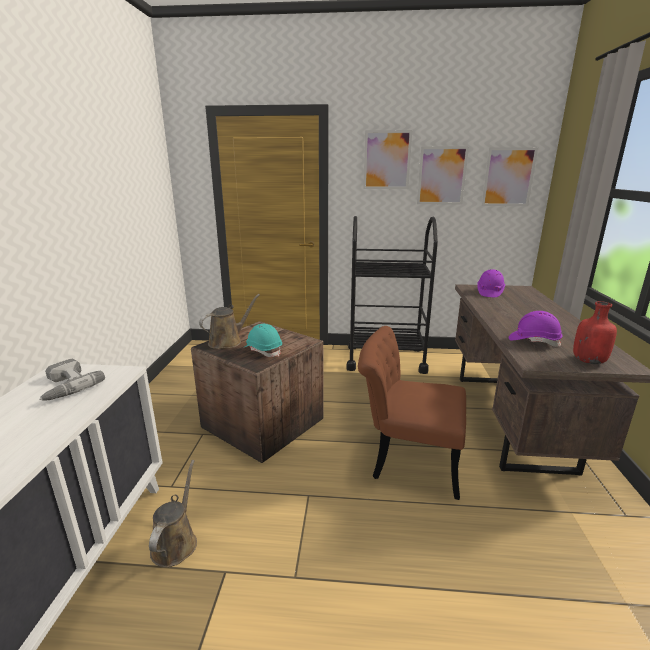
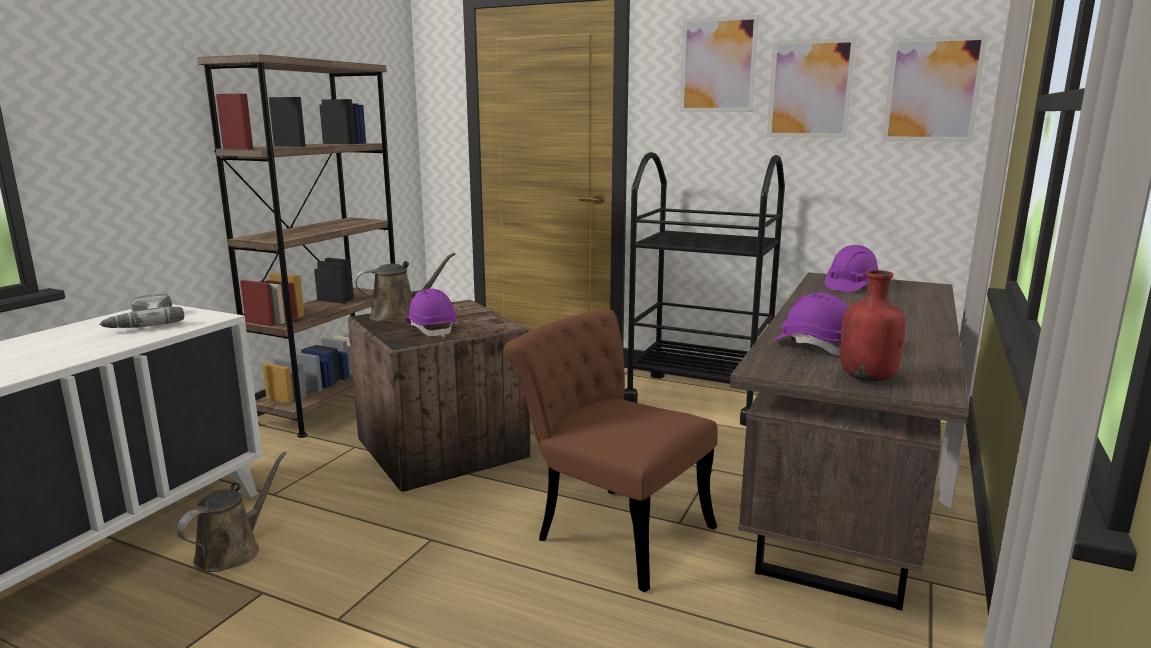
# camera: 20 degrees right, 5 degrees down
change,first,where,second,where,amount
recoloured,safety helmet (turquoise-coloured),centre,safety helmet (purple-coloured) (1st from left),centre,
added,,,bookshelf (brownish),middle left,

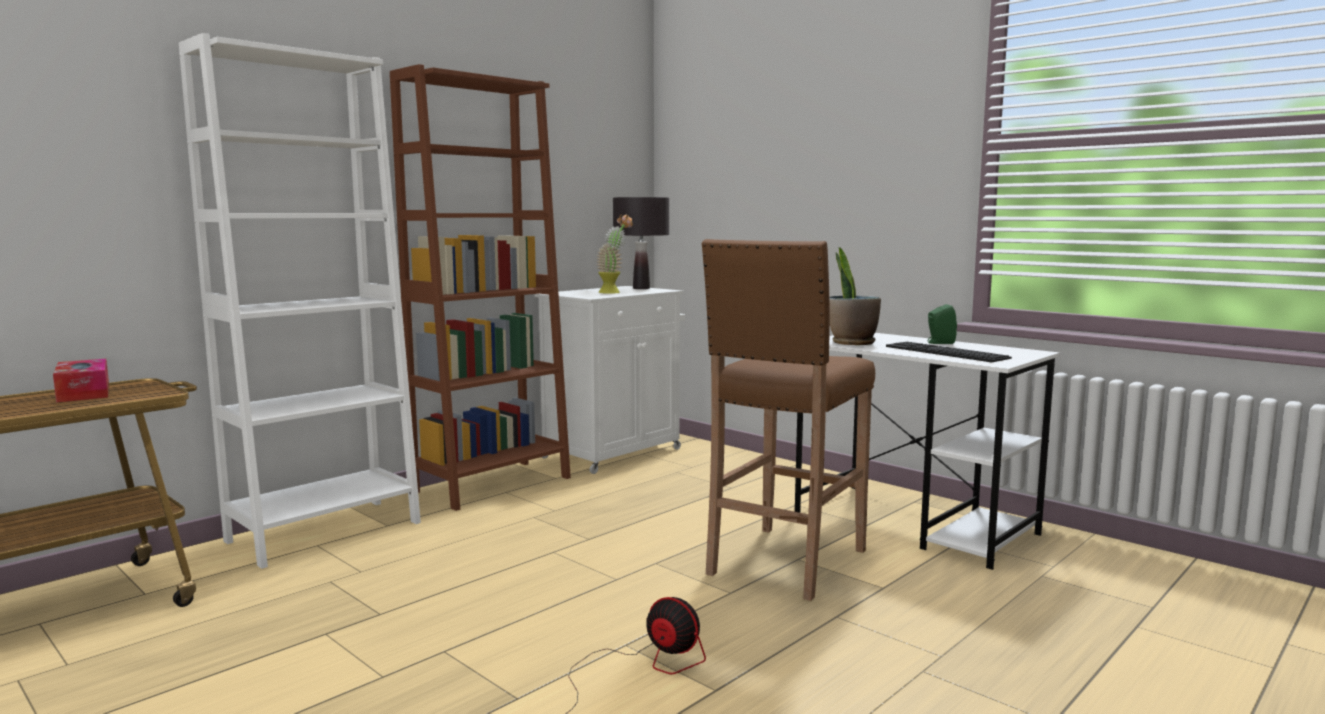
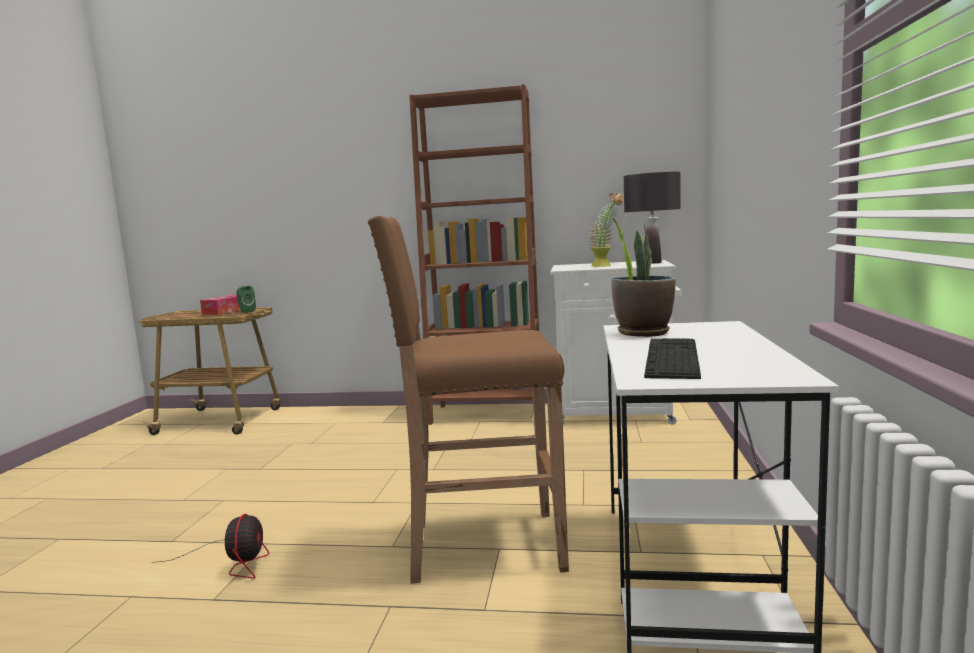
# camera: 55 degrees right, 0 degrees up
change,first,where,second,where,amount
removed,bookshelf (white-coloured),middle left,,,
moved,audio speaker (green),middle right,,middle left,

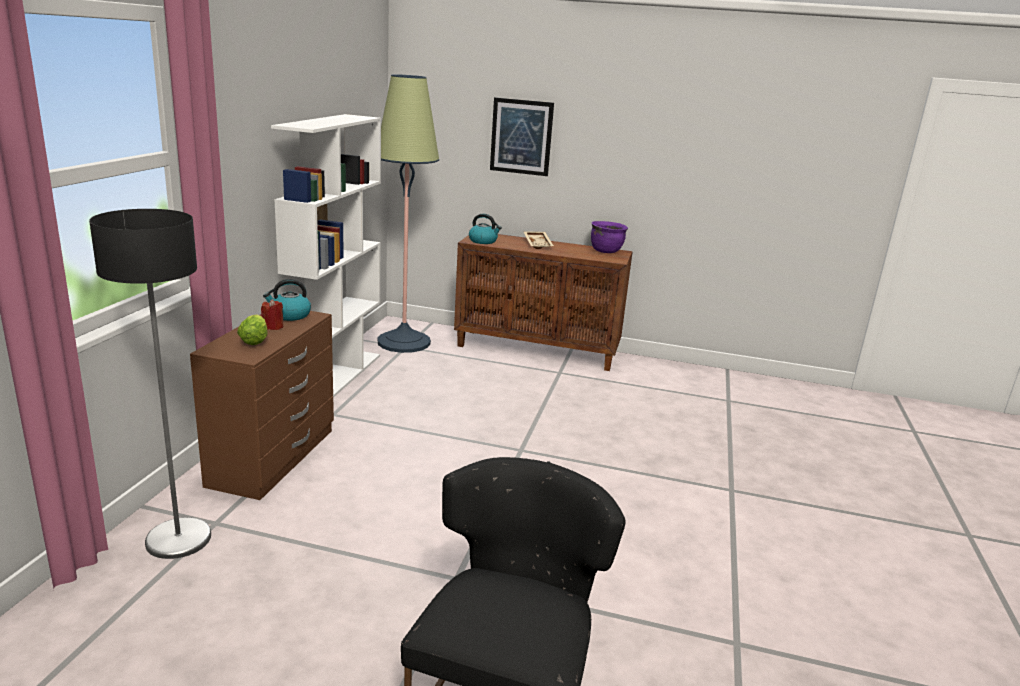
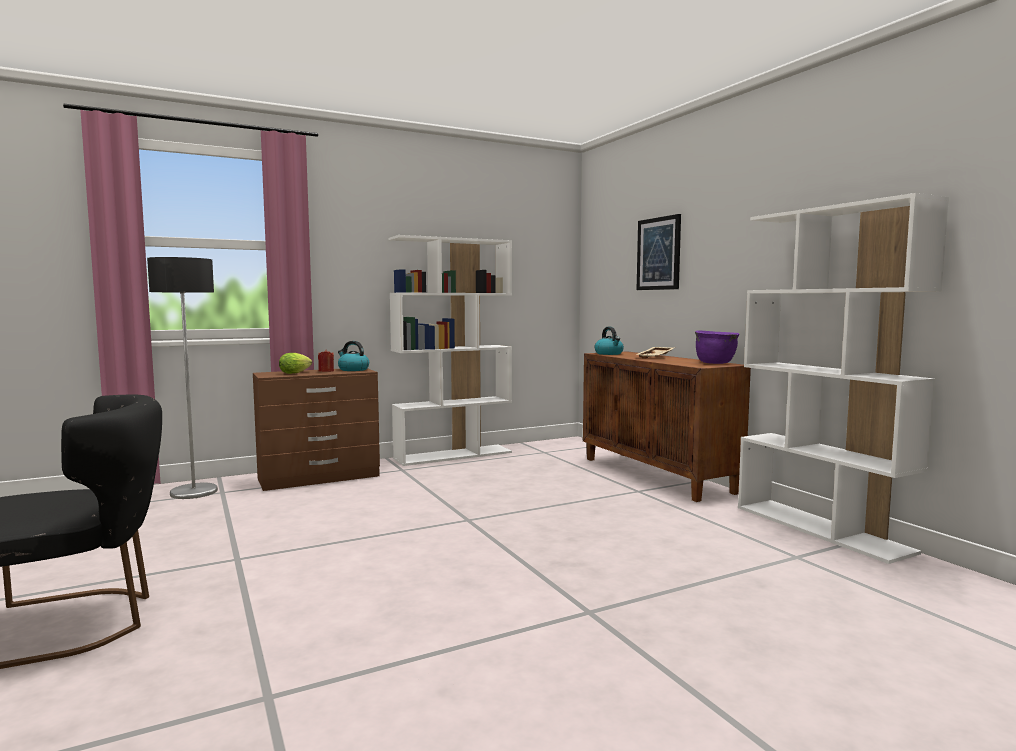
# camera: 50 degrees right, 15 degrees down
change,first,where,second,where,amount
removed,standard lamp (2nd from left),top centre,,,
added,,,bookshelf (white-coloured) (2nd from left),middle right,

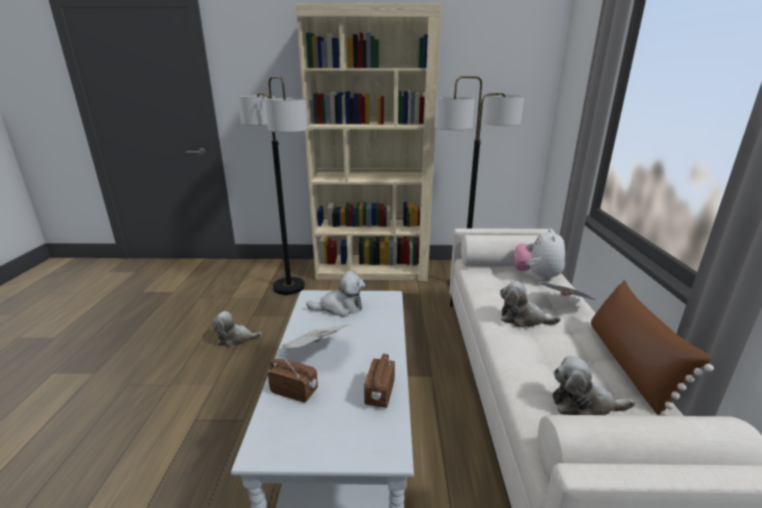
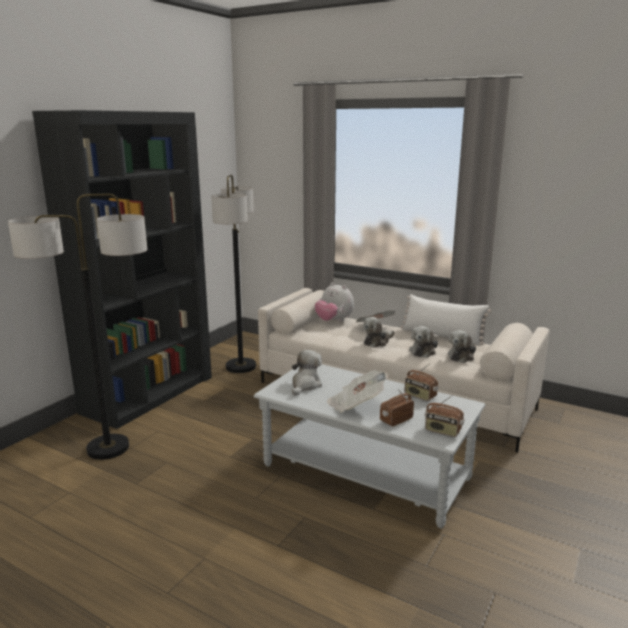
# camera: 60 degrees left, 5 degrees down
change,first,where,second,where,amount
moved,cuddly toy (1st from left in the first image),middle left,cuddly toy (4th from left),middle right,
recoloured,bookshelf (sand-coloured),top centre,bookshelf (black),middle left,
recoloured,cushion (brownish),bottom right,cushion (white-coloured),middle right,
added,,,radio (3rd from left),middle right,

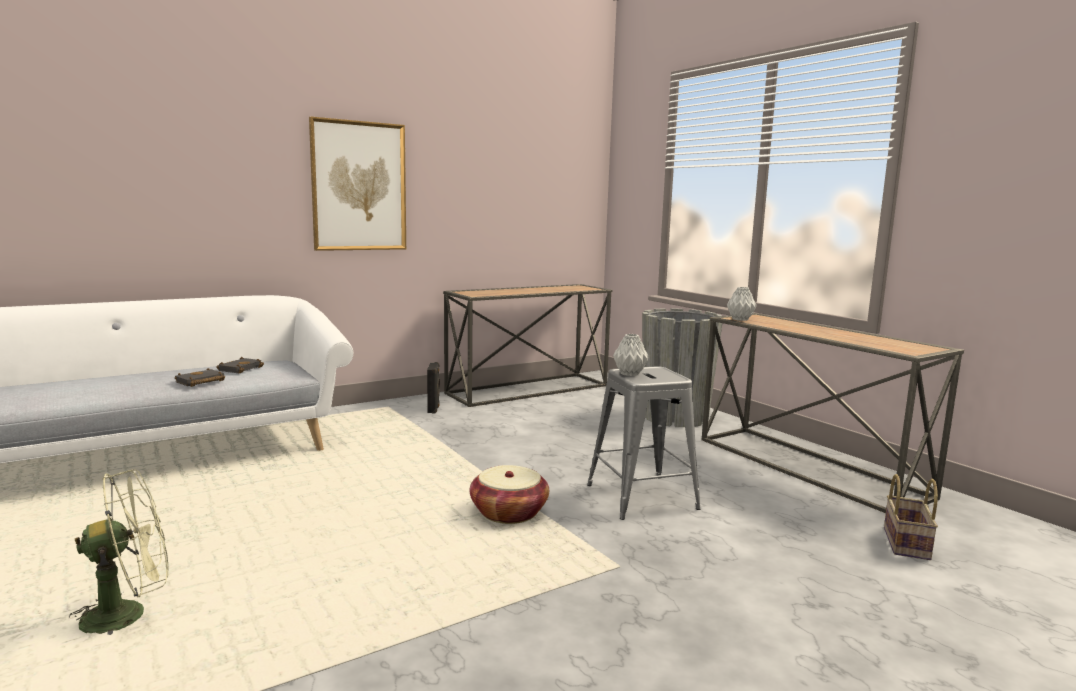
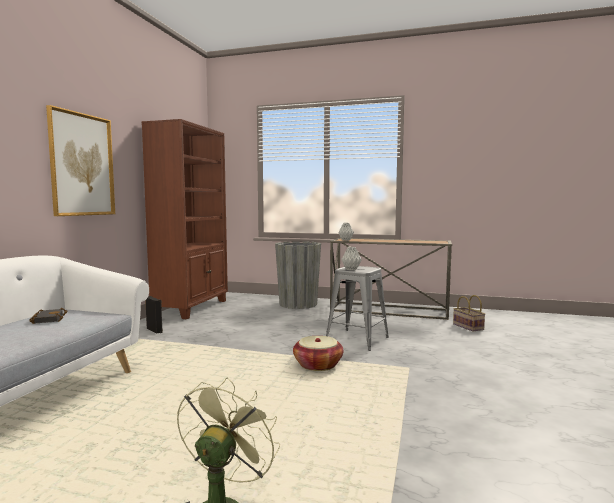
# camera: 40 degrees left, 5 degrees down
change,first,where,second,where,amount
removed,volume (black) (1st from left),middle left,,,
replaced,console table (1st from left),centre,bookshelf (brownish),middle left,

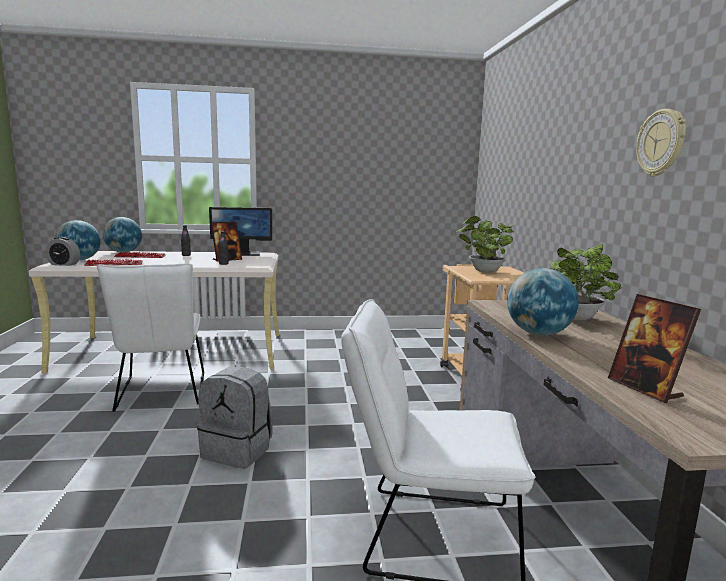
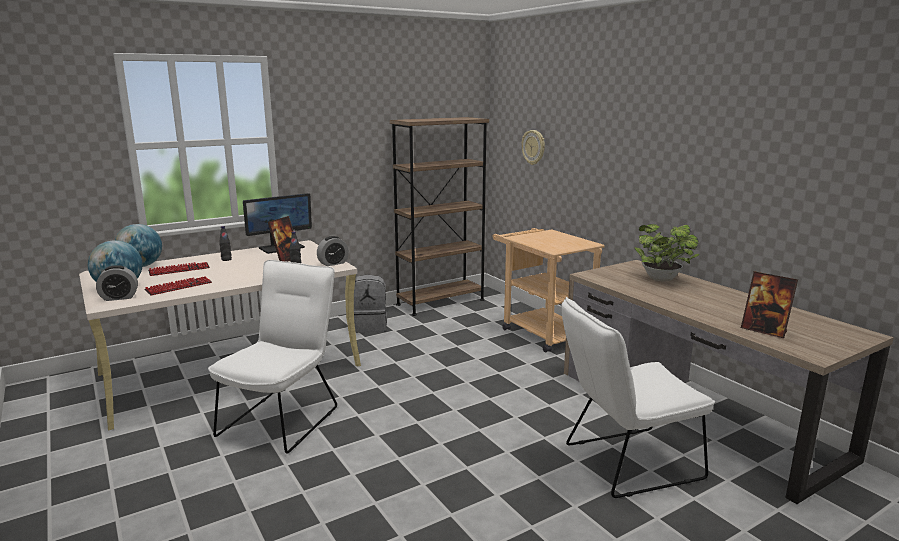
# camera: 25 degrees left, 5 degrees up
change,first,where,second,where,amount
turned,plain chair (white-coloured) (1st from left),middle left,,middle left,120 degrees counterclockwise
moved,backpack (gray),bottom left,,centre,
removed,plant in a pot (1st from left),middle right,,,
removed,desk globe (3rd from left),middle right,,,
moved,hanging clock,top right,,top centre,
added,,,bedside clock (2nd from left),centre,
added,,,bookshelf (brownish),centre,

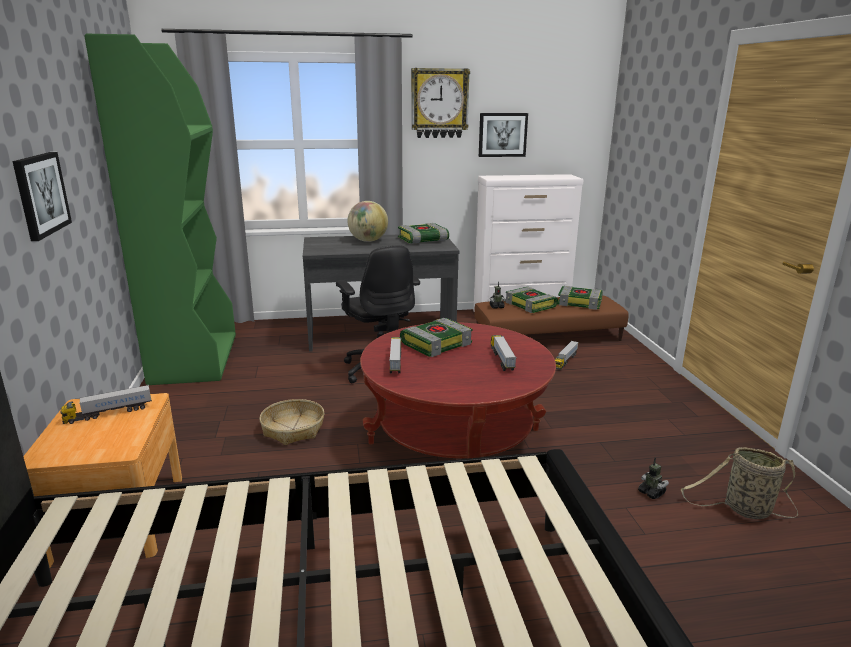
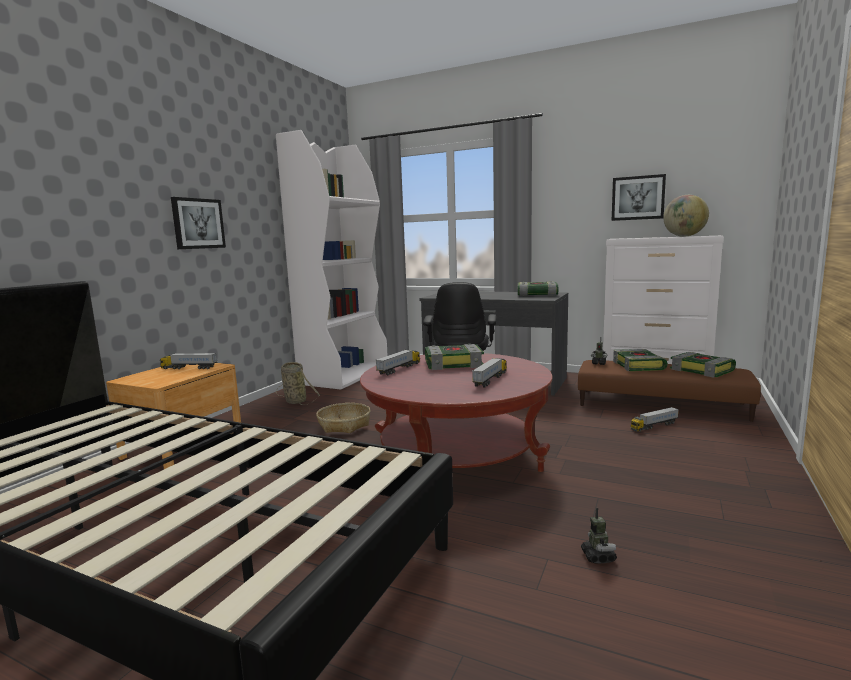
# camera: 35 degrees right, 10 degrees down
change,first,where,second,where,amount
recoloured,bookshelf (green),top left,bookshelf (white-coloured),centre,
moved,desk globe,centre,,top right,
removed,hanging clock,top centre,,,
moved,basket (2nd from left in the first image),bottom right,basket (1st from left),centre,

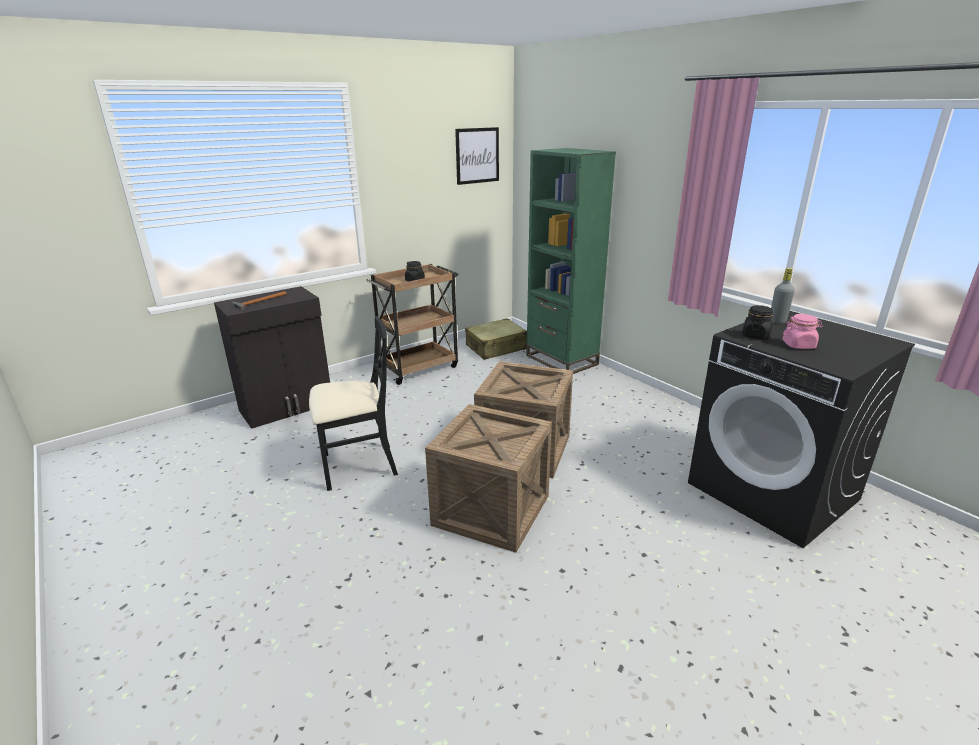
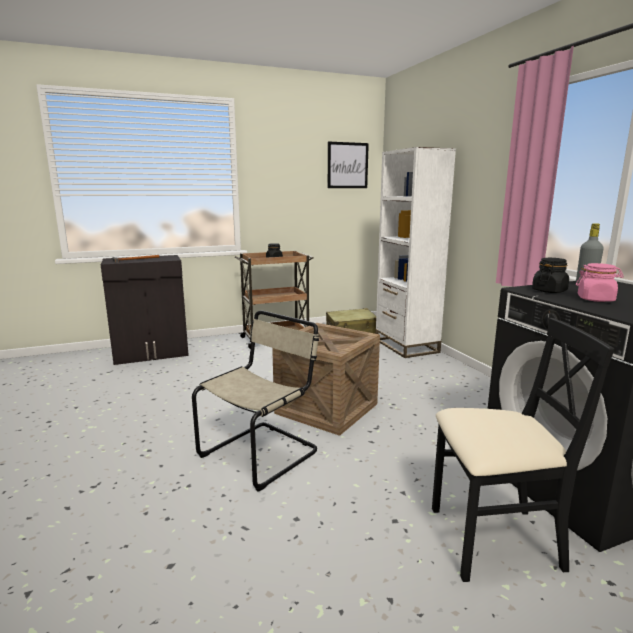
# camera: 15 degrees right, 10 degrees down
change,first,where,second,where,amount
moved,plain chair (black),centre,,bottom right,
replaced,packing crate (1st from left),centre,plain chair (sand-coloured),centre,
recoloured,bookshelf (green),centre,bookshelf (white-coloured),centre,

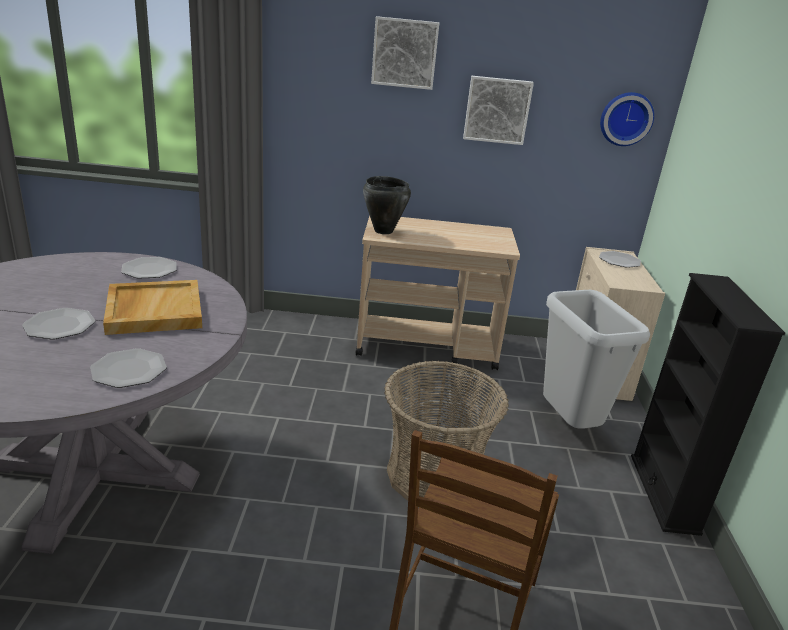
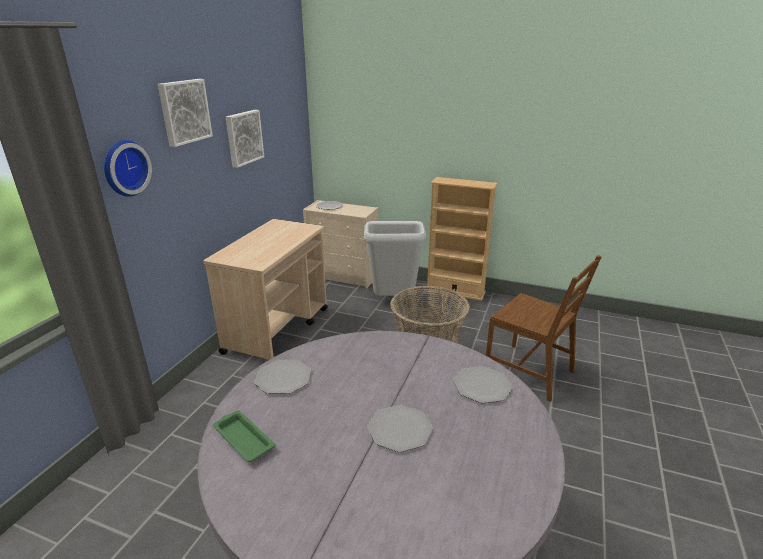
# camera: 70 degrees left, 0 degrees up
change,first,where,second,where,amount
removed,tray (sand-coloured),middle left,,,
removed,cooking pot (black),top centre,,,
moved,hanging clock,top right,,top left,
recoloured,bookshelf (black),middle right,bookshelf (sand-coloured),centre,
added,,,tray (green),bottom left,

